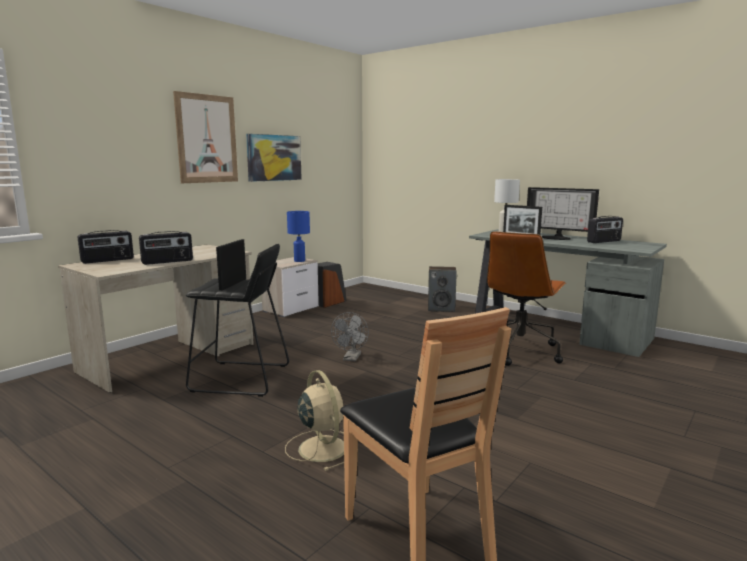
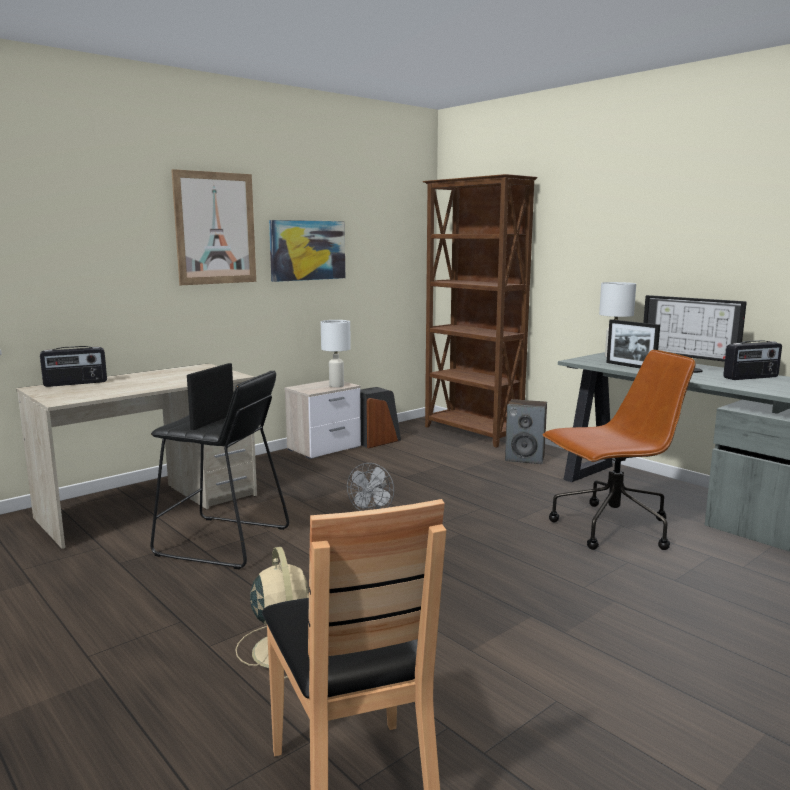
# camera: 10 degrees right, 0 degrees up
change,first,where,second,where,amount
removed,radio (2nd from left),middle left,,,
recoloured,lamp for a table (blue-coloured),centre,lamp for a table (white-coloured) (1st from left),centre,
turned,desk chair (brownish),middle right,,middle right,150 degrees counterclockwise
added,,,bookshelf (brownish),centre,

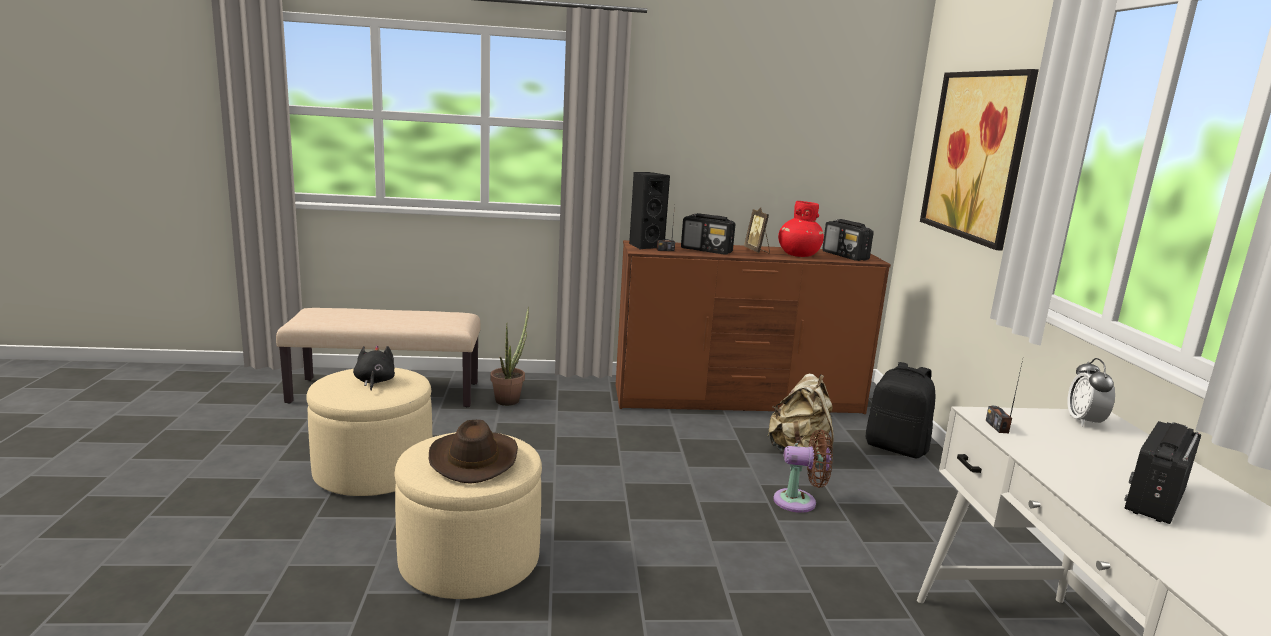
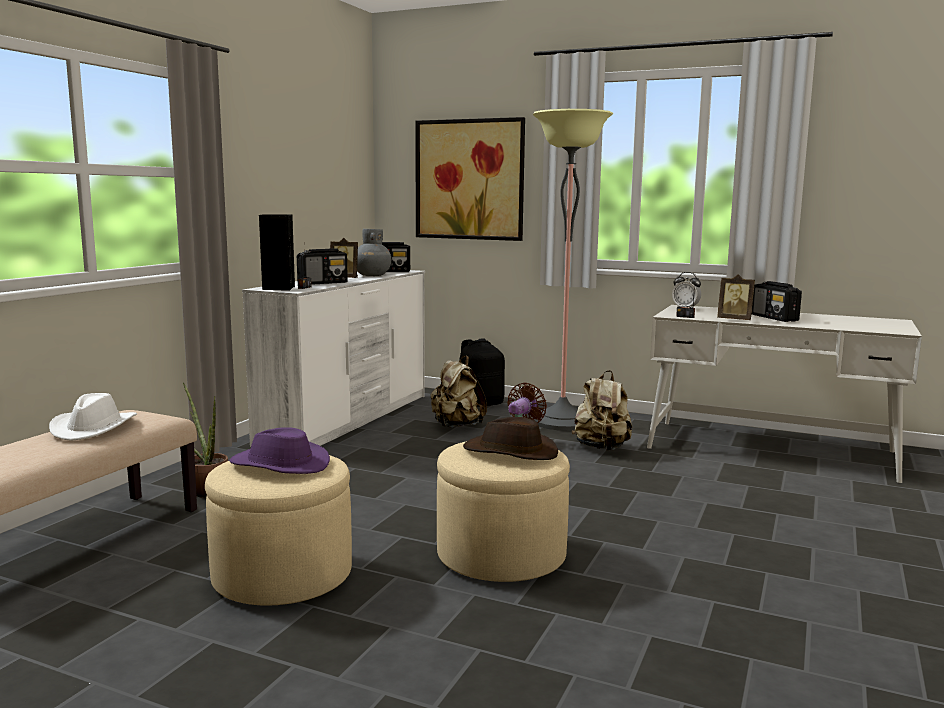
# camera: 60 degrees left, 5 degrees down
change,first,where,second,where,amount
replaced,cuddly toy (black),middle left,clothing hat (purple-coloured),middle left,
recoloured,chest of drawers (brownish),centre,chest of drawers (white-coloured),centre,
recoloured,vase (reddish),centre,vase (gray),centre,
added,,,clothing hat (white-coloured),middle left,
added,,,standard lamp,centre,
added,,,backpack (sand-coloured) (2nd from left),centre,
added,,,photo frame (2nd from left),middle right,

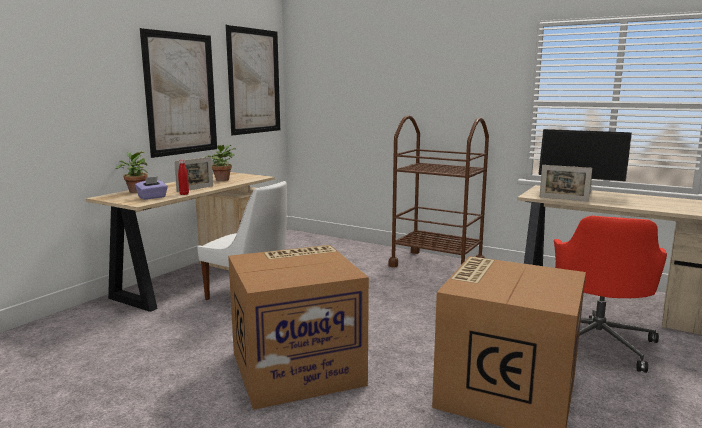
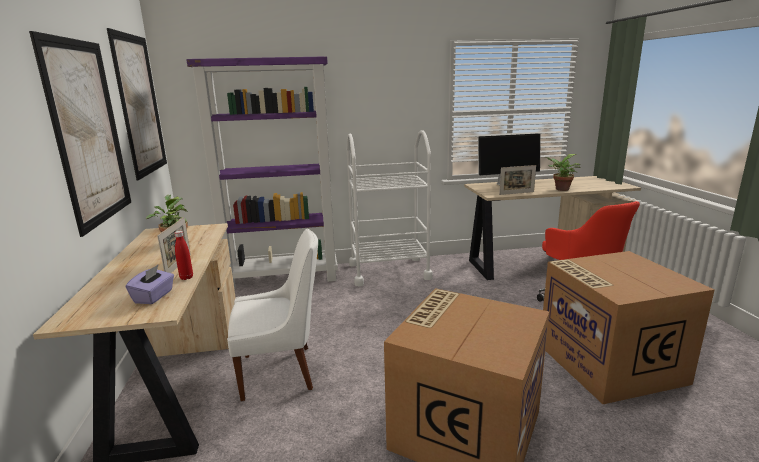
# camera: 40 degrees left, 5 degrees up
change,first,where,second,where,amount
moved,plant in a pot (1st from left in the first image),middle left,plant in a pot (2nd from left),middle right,
recoloured,cart (brownish),centre,cart (white-coloured),centre,
added,,,bookshelf (purple-coloured),centre,

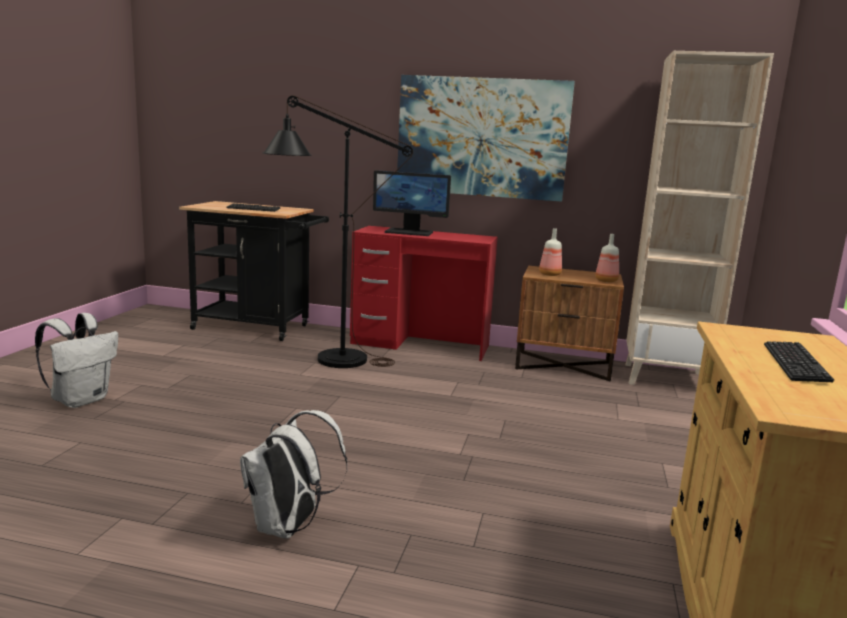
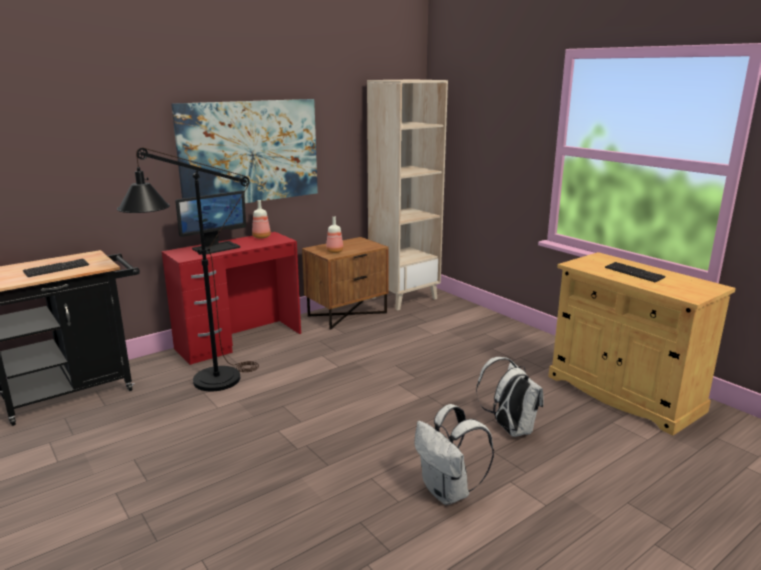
# camera: 50 degrees left, 5 degrees up
change,first,where,second,where,amount
moved,backpack (white-coloured) (1st from left in the first image),middle left,backpack (white-coloured) (2nd from left),bottom right,
moved,beverage bottle (2nd from left in the first image),middle right,beverage bottle (1st from left),centre,

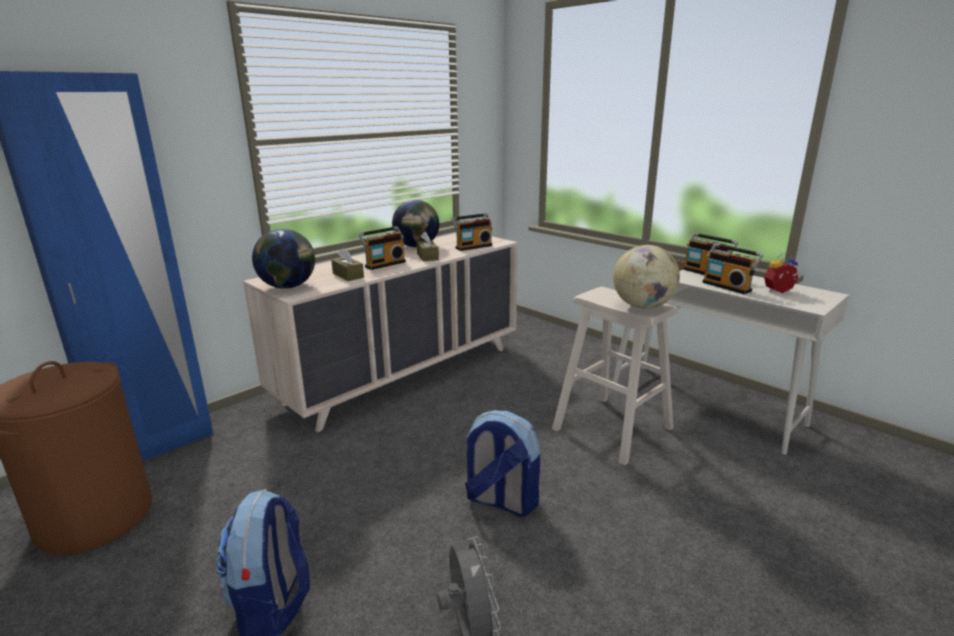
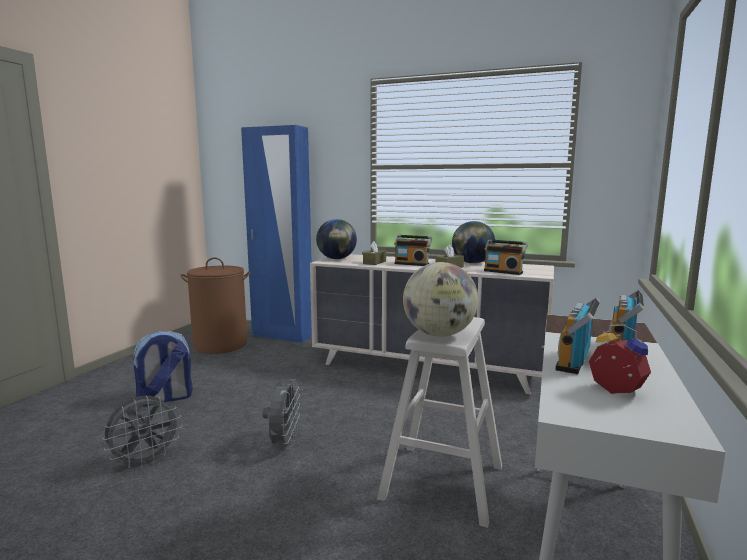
# camera: 65 degrees right, 10 degrees down
change,first,where,second,where,amount
replaced,backpack (2nd from left),bottom centre,fan (gray) (2nd from left),bottom centre,

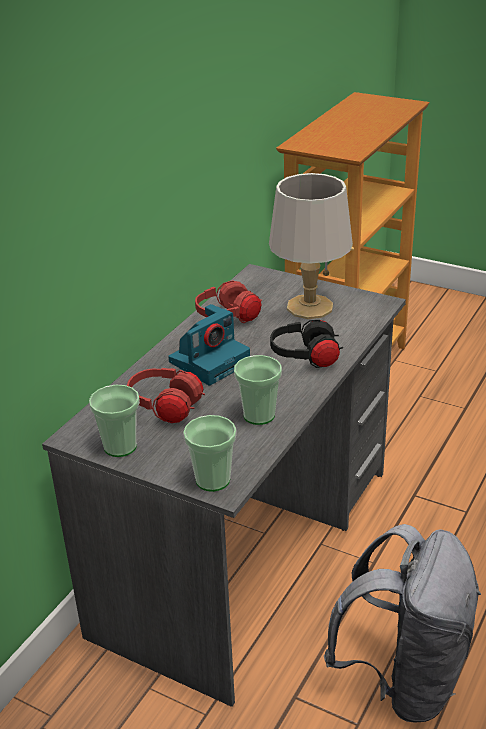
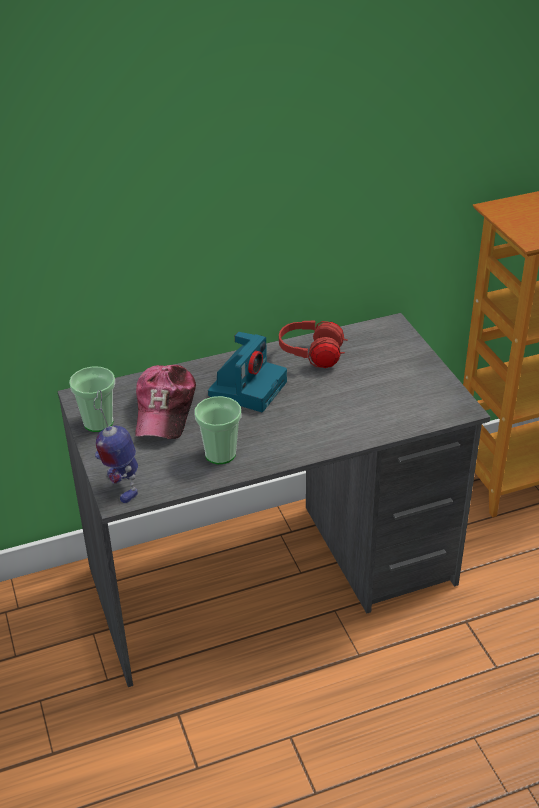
# camera: 40 degrees right, 5 degrees up
change,first,where,second,where,amount
replaced,pair of headphones (reddish) (1st from left),centre,baseball cap,middle left,
turned,still camera,centre,,centre,60 degrees counterclockwise
replaced,small cup (2nd from left),centre,model robot,middle left,
removed,lamp for a table (gray),centre,,,
removed,pair of headphones (black),centre,,,
removed,backpack (gray),bottom right,,,

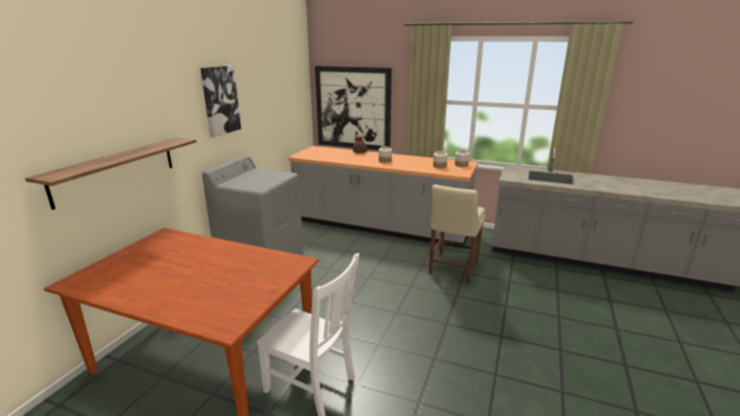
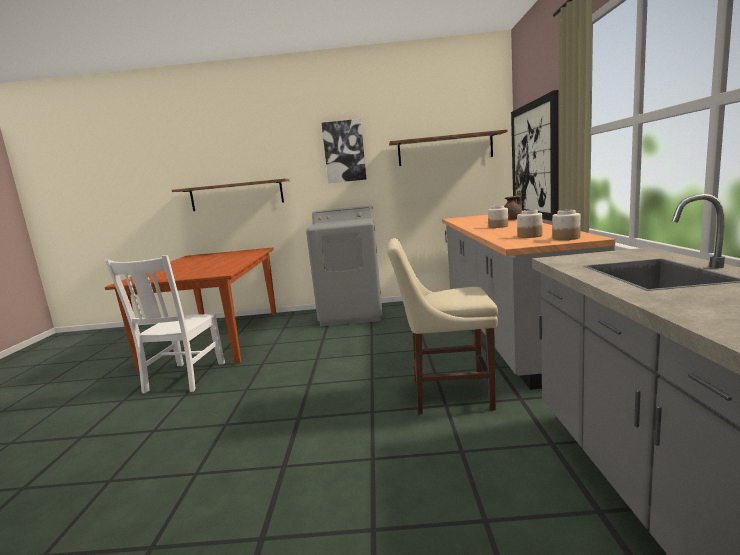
# camera: 70 degrees right, 10 degrees down
change,first,where,second,where,amount
added,,,shelf (2nd from left),top centre,

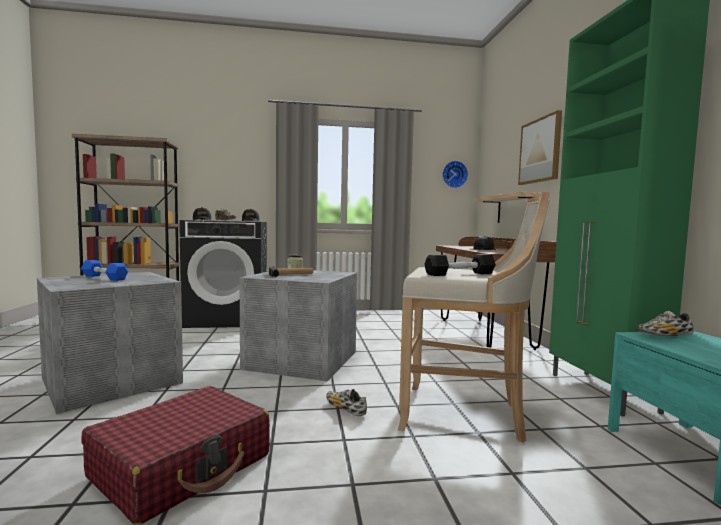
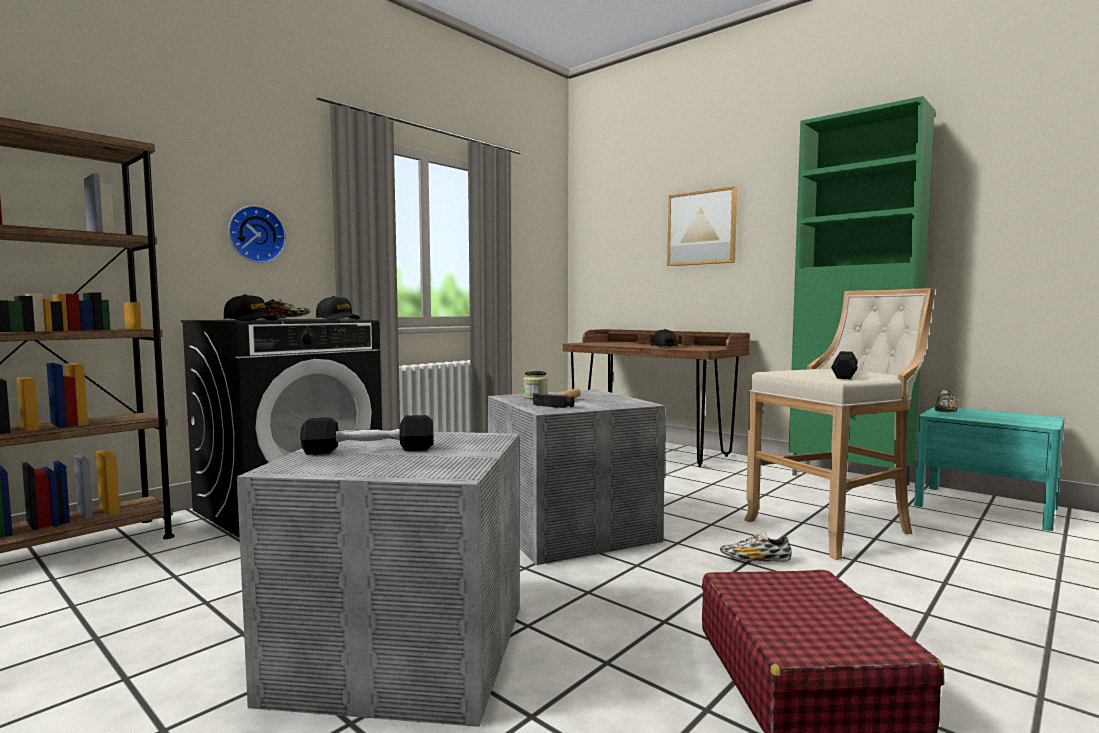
# camera: 40 degrees left, 0 degrees up
change,first,where,second,where,amount
recoloured,dumbbell (blue-coloured),middle left,dumbbell (black) (1st from left),middle left,
moved,hanging clock,top centre,,top left,
removed,shelf,middle right,,,

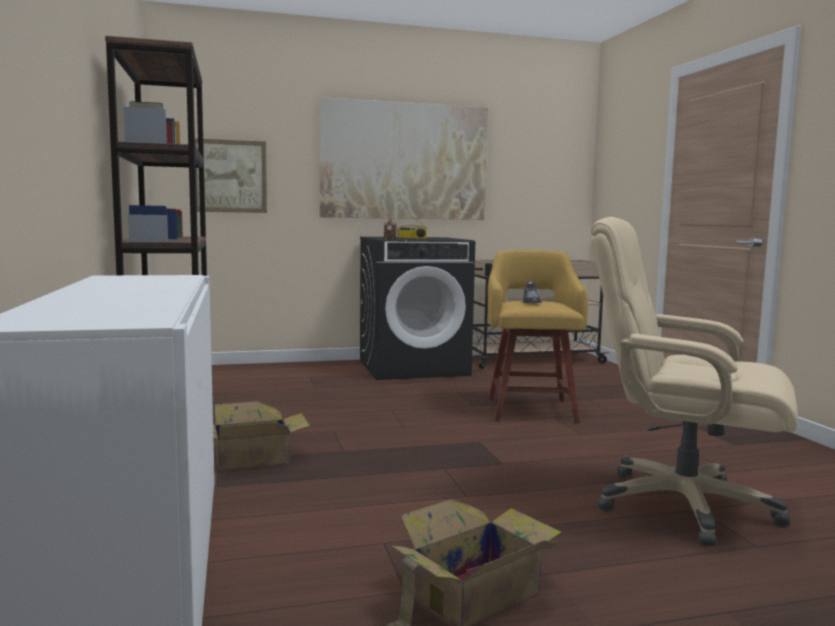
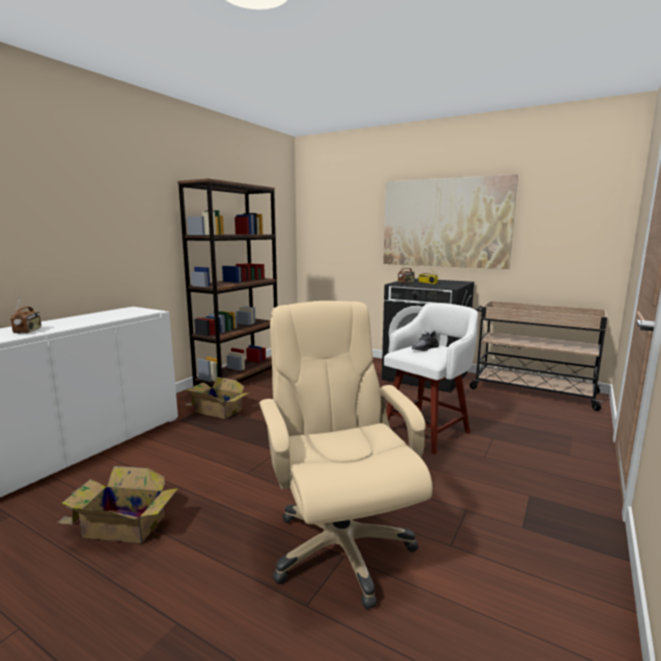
# camera: 45 degrees right, 5 degrees up
change,first,where,second,where,amount
removed,wall art (1st from left),top left,,,
recoloured,stool seat (yellow-coloured),centre,stool seat (white-coloured),centre,
added,,,radio (1st from left),middle left,

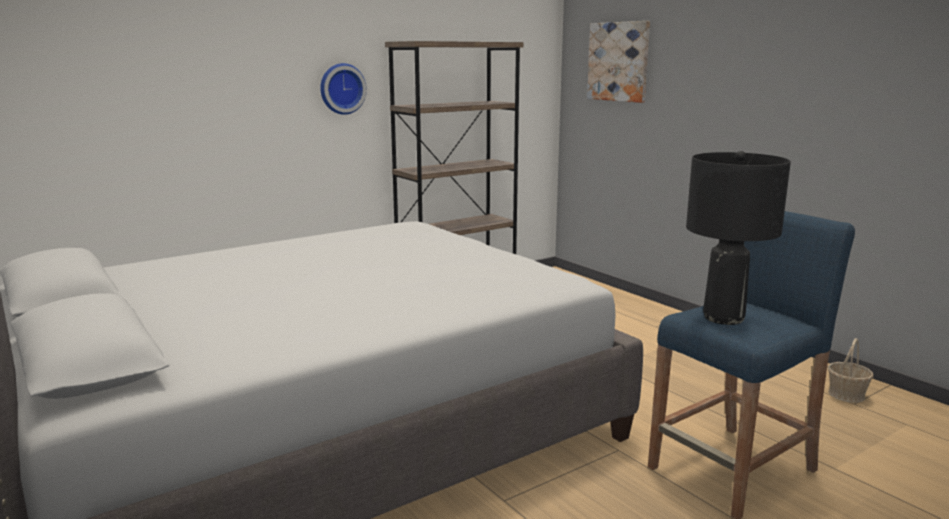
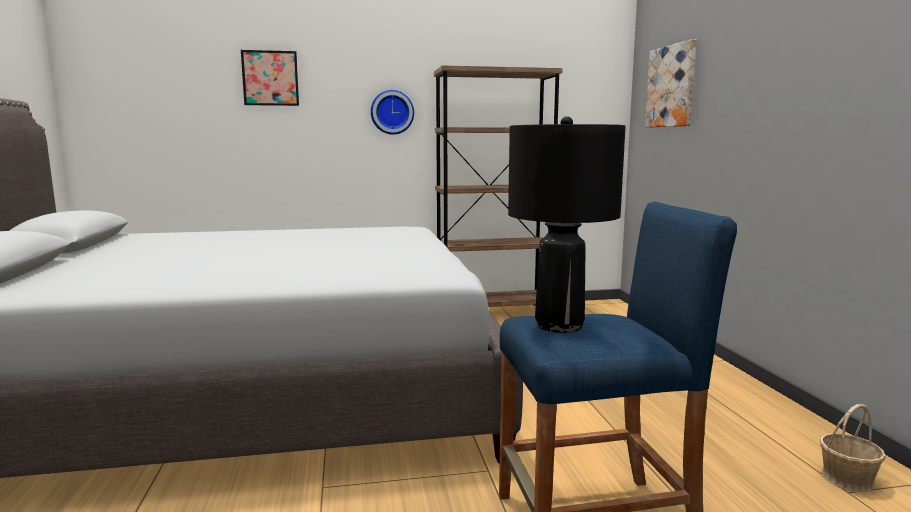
# camera: 25 degrees right, 5 degrees down
change,first,where,second,where,amount
added,,,wall art (1st from left),top left,

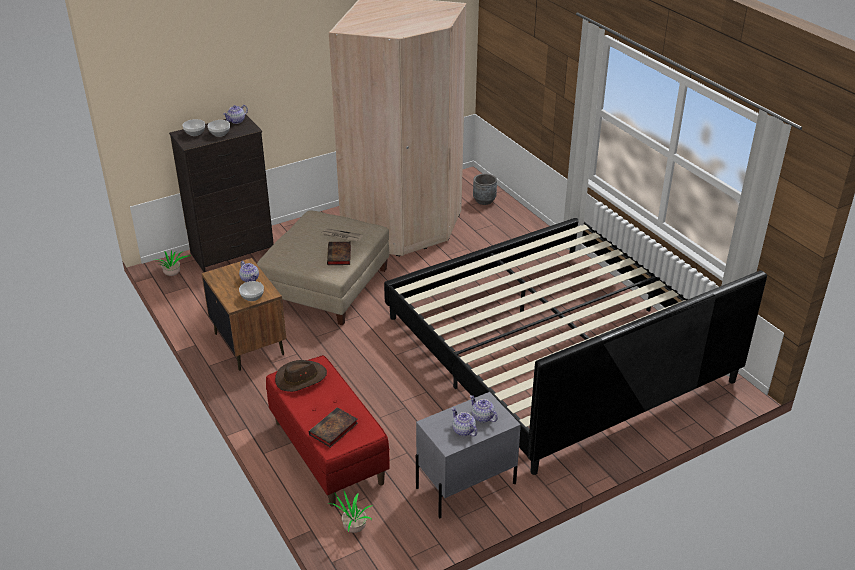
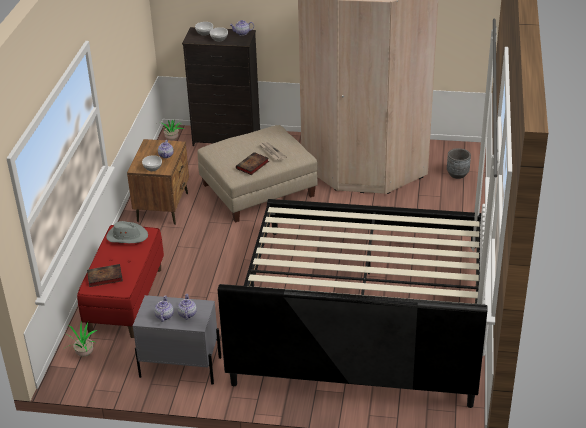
# camera: 40 degrees right, 0 degrees up
change,first,where,second,where,amount
recoloured,clothing hat (brownish),centre,clothing hat (gray),middle left,

